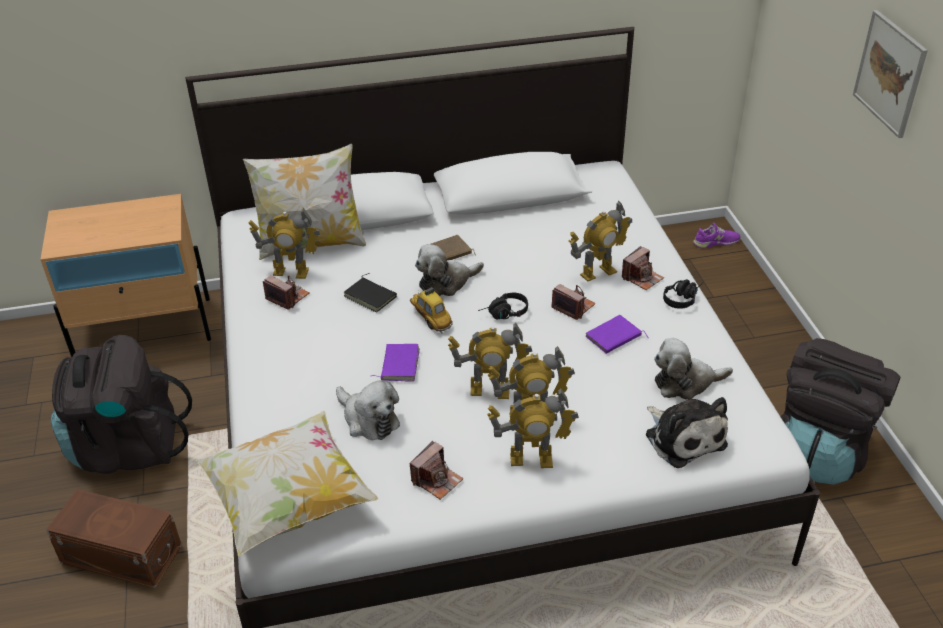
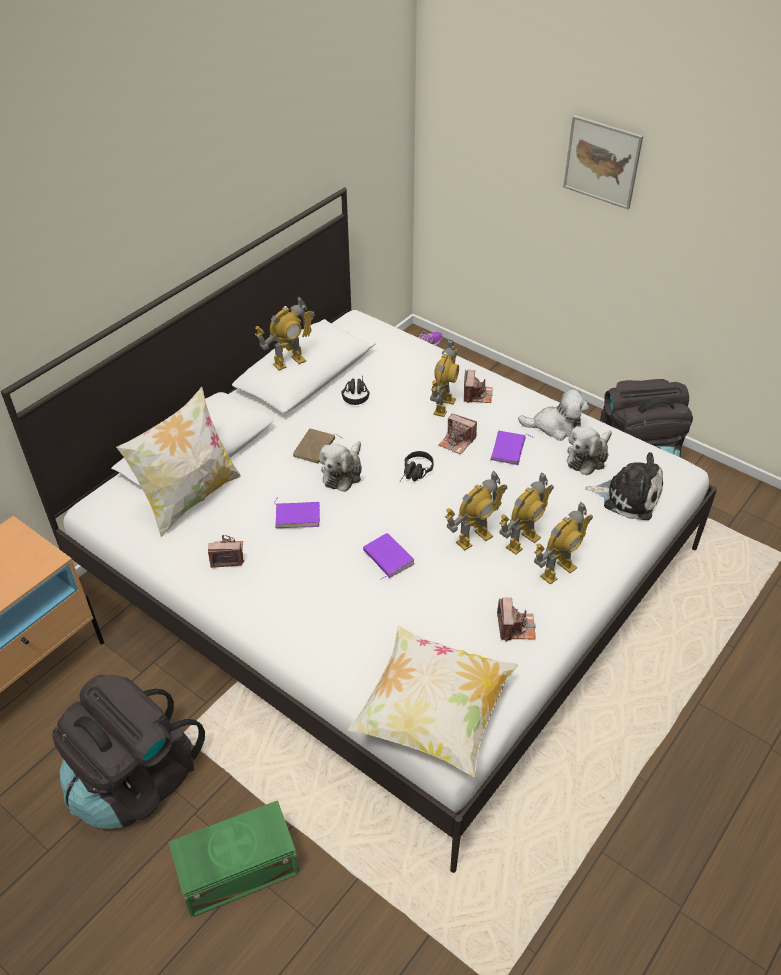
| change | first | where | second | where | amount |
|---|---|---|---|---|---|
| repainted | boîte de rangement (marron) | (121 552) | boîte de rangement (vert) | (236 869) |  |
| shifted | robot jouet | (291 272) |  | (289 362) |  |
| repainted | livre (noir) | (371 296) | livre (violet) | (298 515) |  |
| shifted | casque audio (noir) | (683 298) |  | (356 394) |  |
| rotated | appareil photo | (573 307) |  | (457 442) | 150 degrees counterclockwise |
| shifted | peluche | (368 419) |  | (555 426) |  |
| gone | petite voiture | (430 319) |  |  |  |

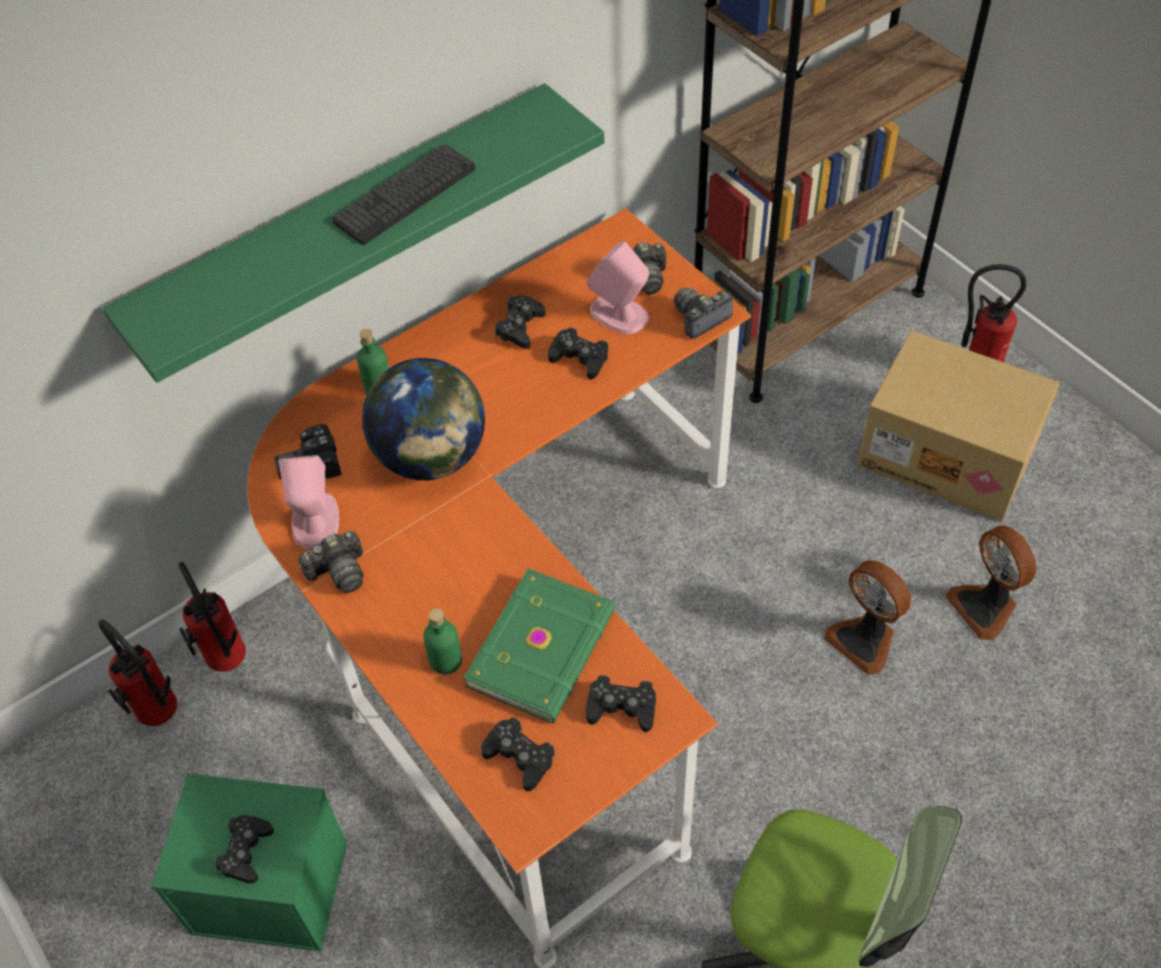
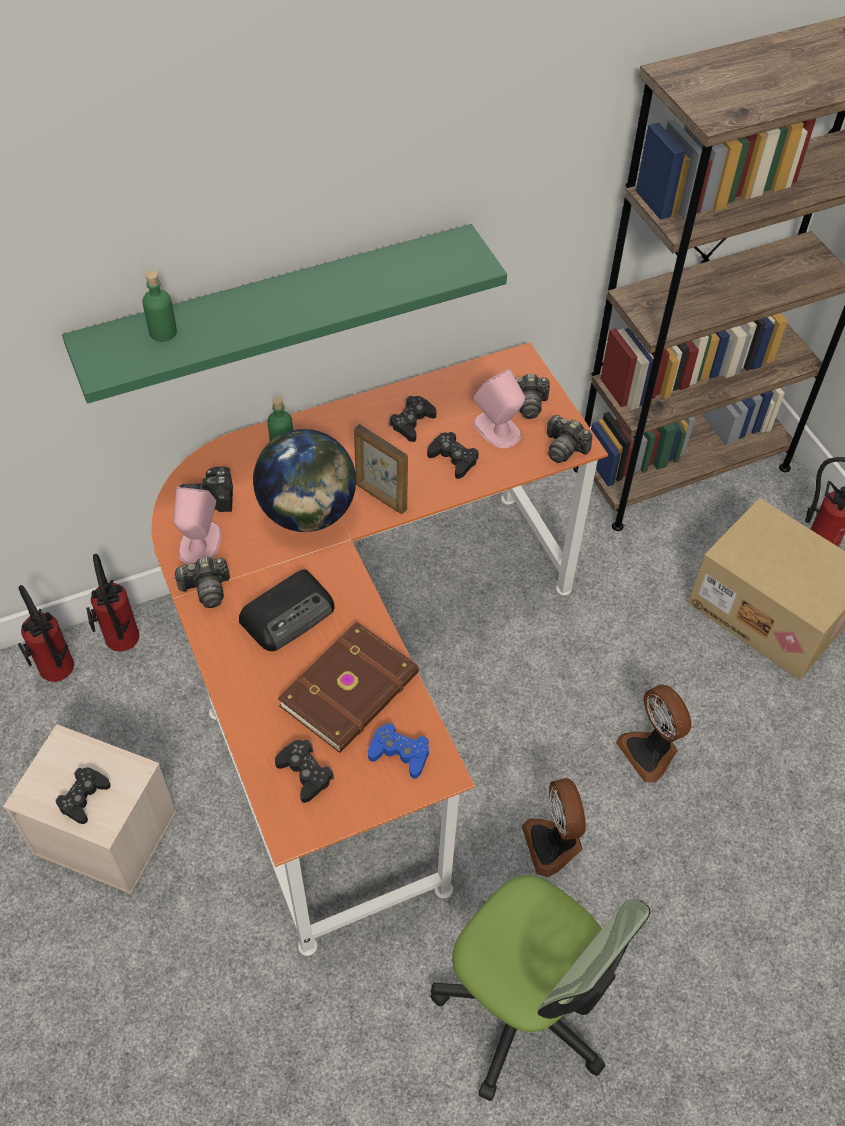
| change | first | where | second | where | amount |
|---|---|---|---|---|---|
| repainted | boîte de rangement (vert) | (272 885) | boîte de rangement (beige) | (107 832) |  |
| shifted | bouteille (vert) | (446 660) |  | (163 332) |  |
| new |  |  | radio | (289 614) |  |
| repainted | livre (vert) | (544 649) | livre (marron) | (351 690) |  |
| new |  |  | cadre photo | (380 497) |  |
| repainted | manette (noir) | (621 707) | manette (bleu) | (399 753) |  |
| shifted | ventilateur | (985 606) |  | (554 844) |  |
| rotated | appareil photo | (701 318) |  | (564 448) | 120 degrees counterclockwise |
| gone | clavier | (405 195) |  |  |  |

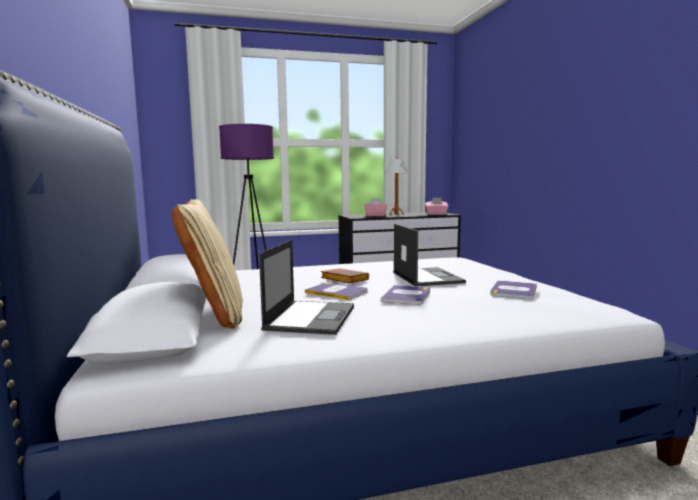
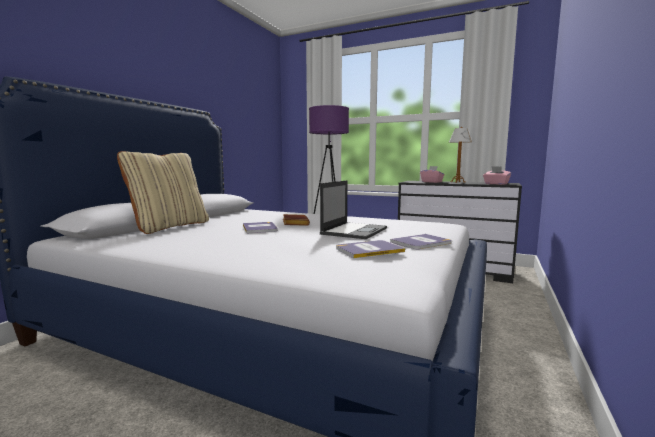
| change | first | where | second | where | amount |
|---|---|---|---|---|---|
| shifted | livre | (406 296) |  | (421 242) |  |
| gone | ordinateur portable | (311 317) |  |  |  |

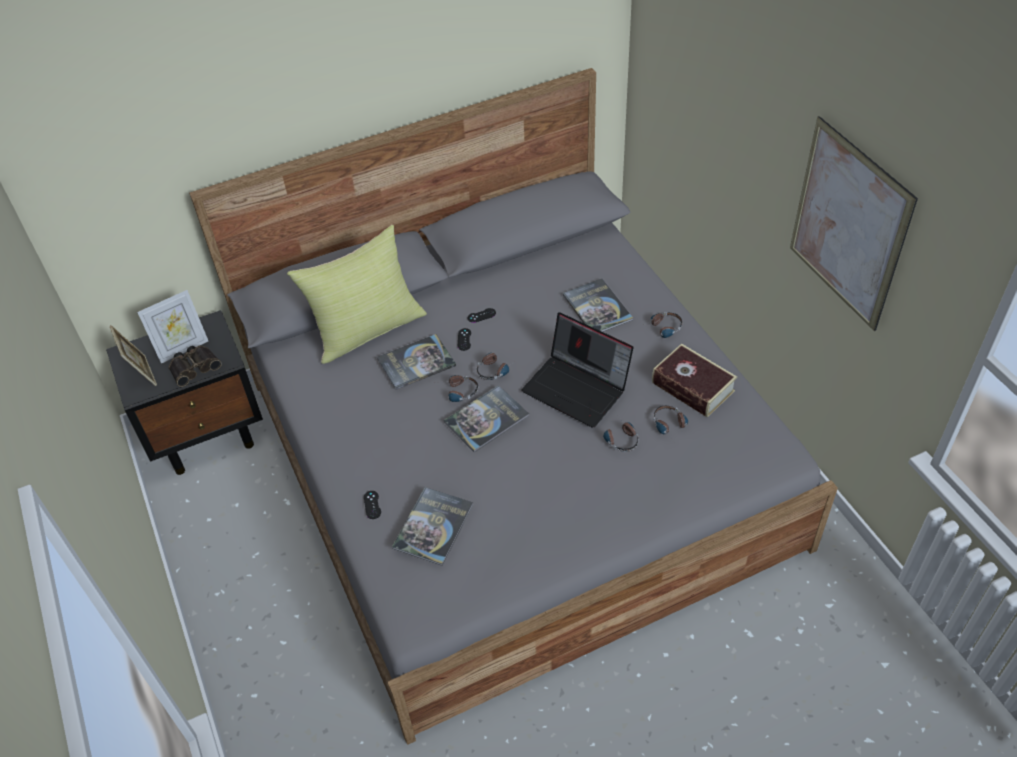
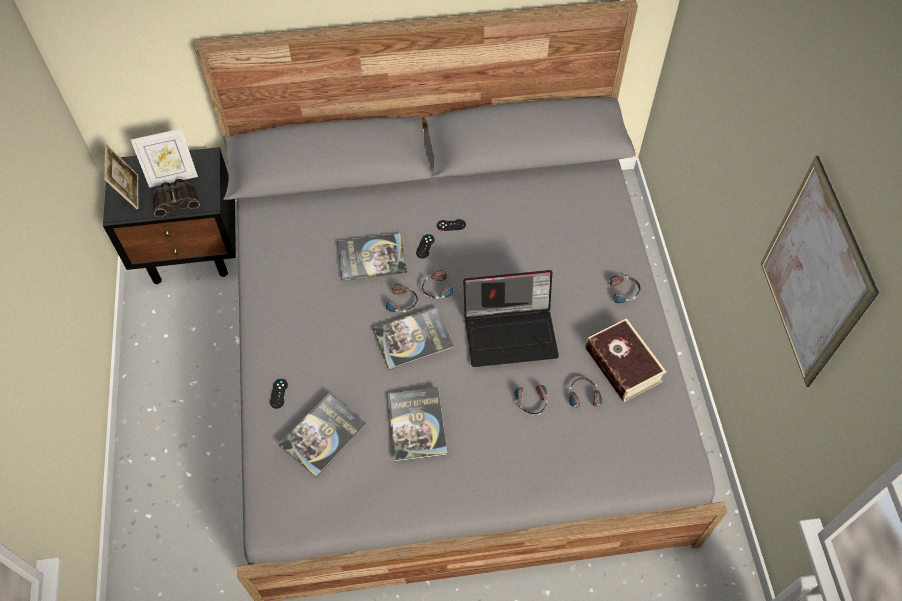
| change | first | where | second | where | amount |
|---|---|---|---|---|---|
| shifted | livre | (597 307) |  | (417 424) |  |
| rotated | ordinateur portable | (578 388) |  | (511 332) | 60 degrees counterclockwise |
| gone | coussin (jaune) | (367 330) |  |  |  |

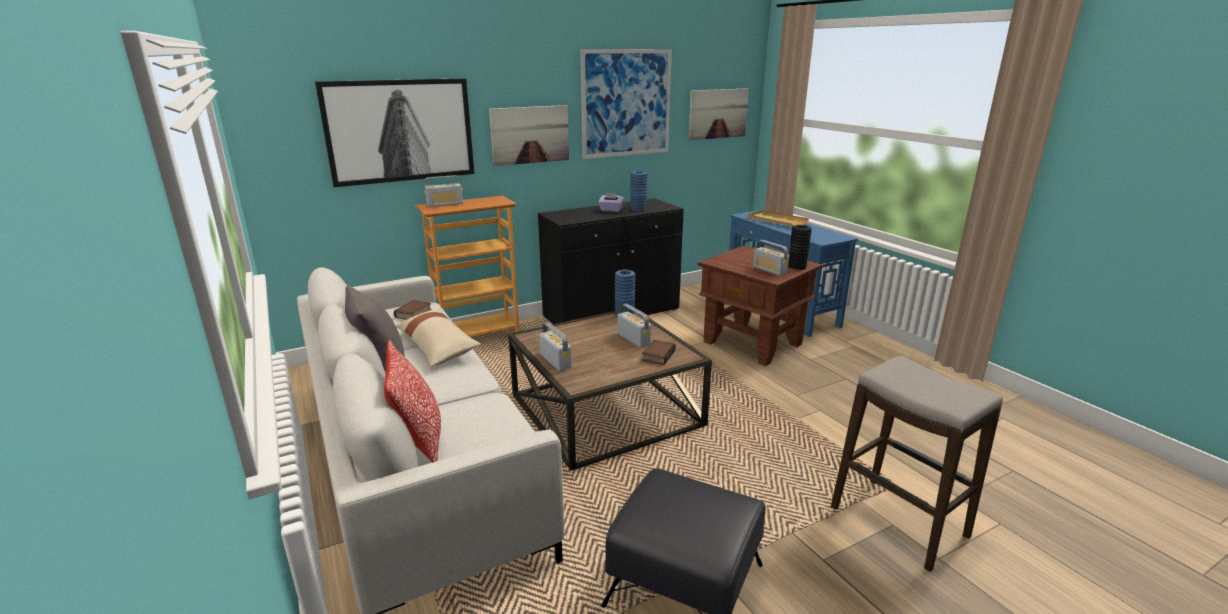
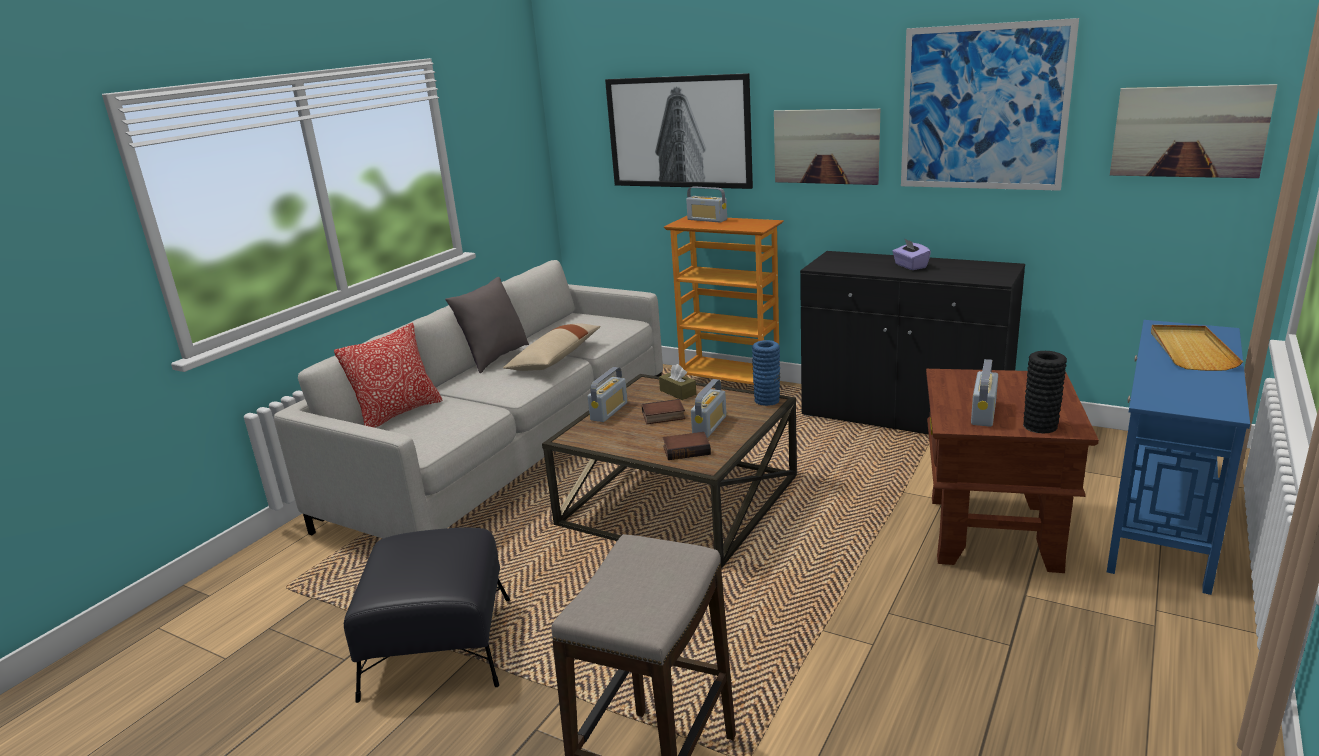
| change | first | where | second | where | amount |
|---|---|---|---|---|---|
| shifted | livre | (414 314) |  | (663 416) |  |
| new |  |  | boîte à mouchoirs (marron) | (678 392) |  |
| gone | vase (bleu) | (638 209) |  |  |  |

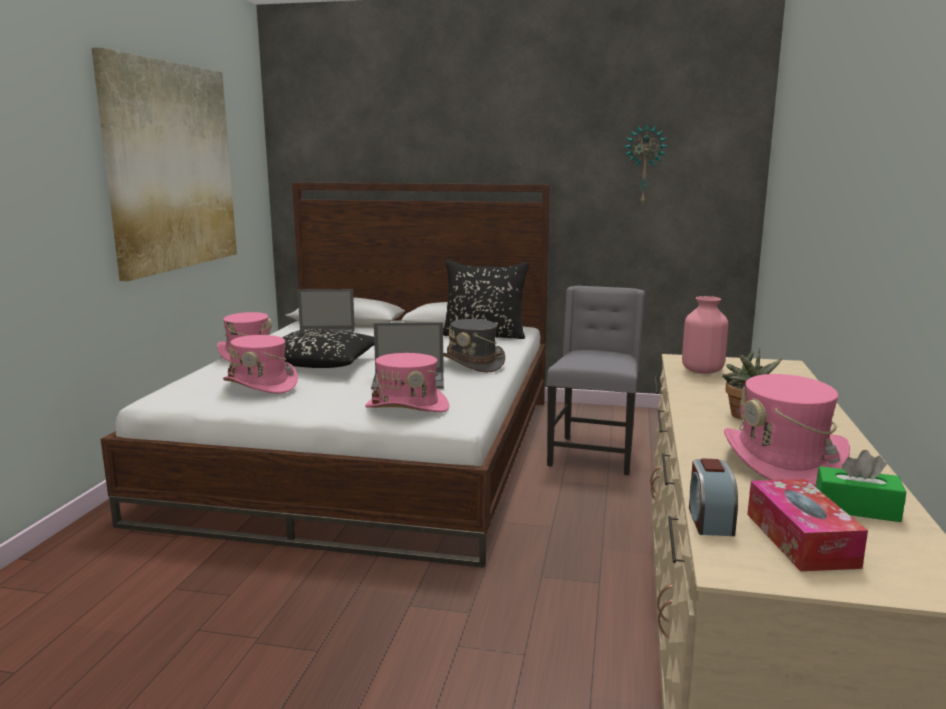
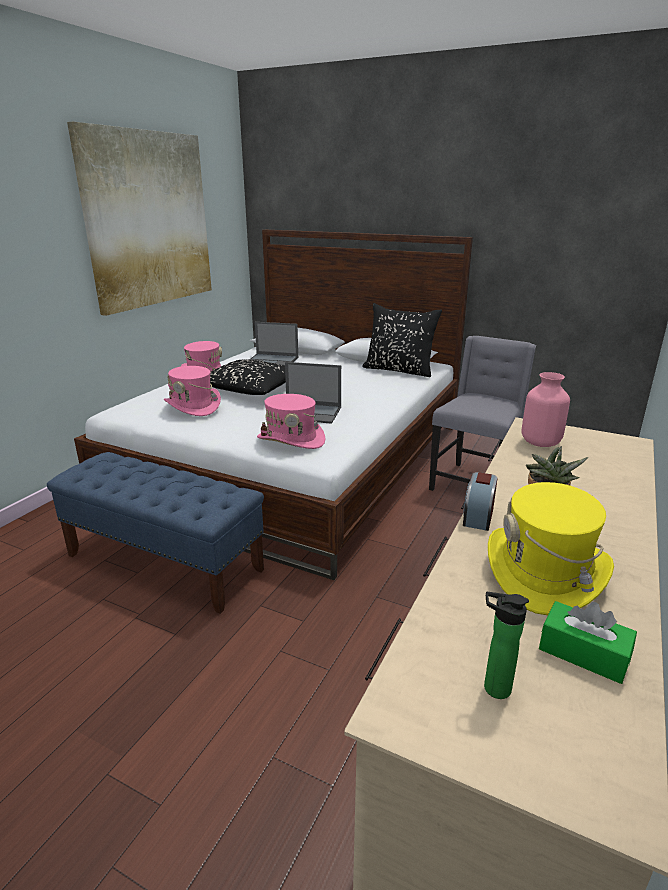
| change | first | where | second | where | amount |
|---|---|---|---|---|---|
| new |  |  | banc (bleu) | (165 562) |  |
| shifted | réveil | (709 520) |  | (478 516) |  |
| swapped | boîte à mouchoirs | (800 539) | bouteille | (492 688) |  |
| repainted | chapeau (rose) | (783 461) | chapeau (jaune) | (545 573) |  |
| gone | chapeau (gris) | (473 364) |  |  |  |
| gone | horloge murale | (644 164) |  |  |  |

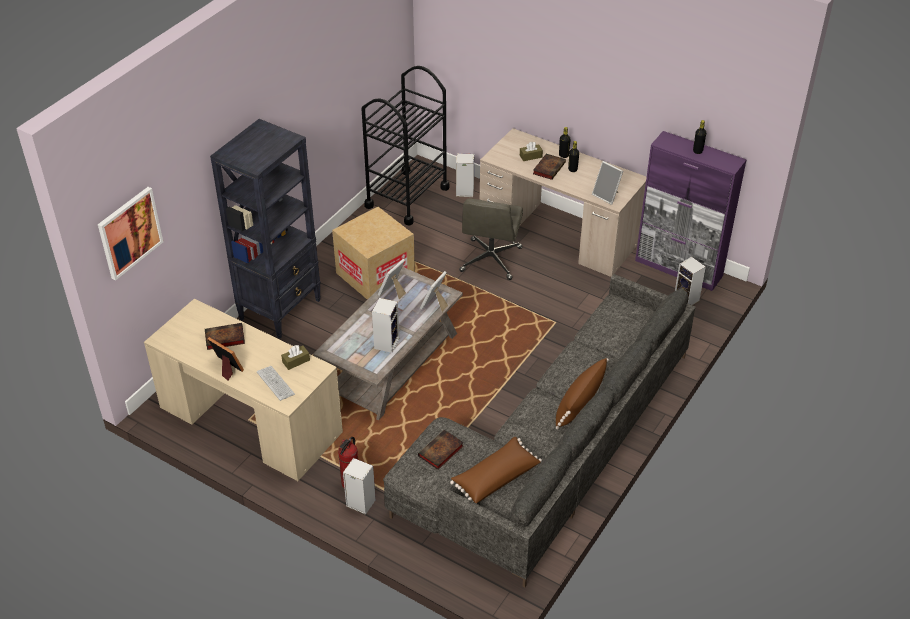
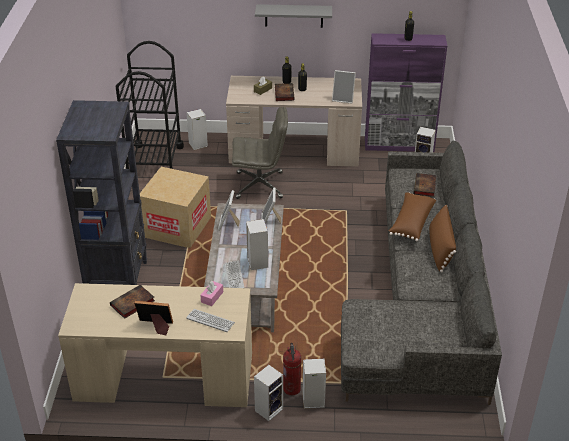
| change | first | where | second | where | amount |
|---|---|---|---|---|---|
| repainted | boîte à mouchoirs (marron) | (296 361) | boîte à mouchoirs (rose) | (212 297) |  |
| new |  |  | clavier | (234 276) |  |
| rotated | chaise de bureau (gris) | (491 260) |  | (260 185) | 75 degrees counterclockwise |
| new |  |  | enceinte | (269 409) |  |
| new |  |  | étagère (gris) | (294 15) |  |
| shifted | coussin (marron) | (495 477) |  | (411 222) |  |
| shifted | livre | (440 452) |  | (425 187) |  |
| gone | tableau | (129 232) |  |  |  |

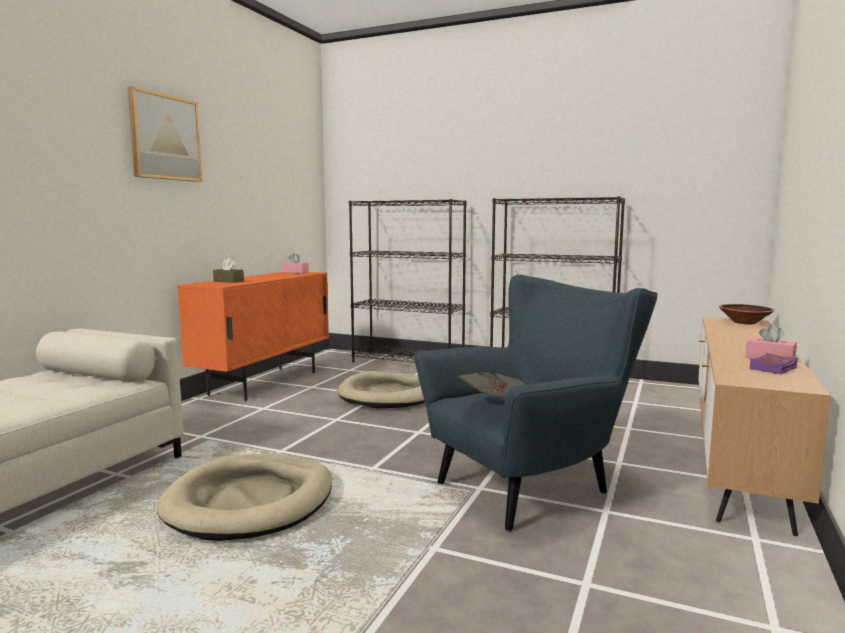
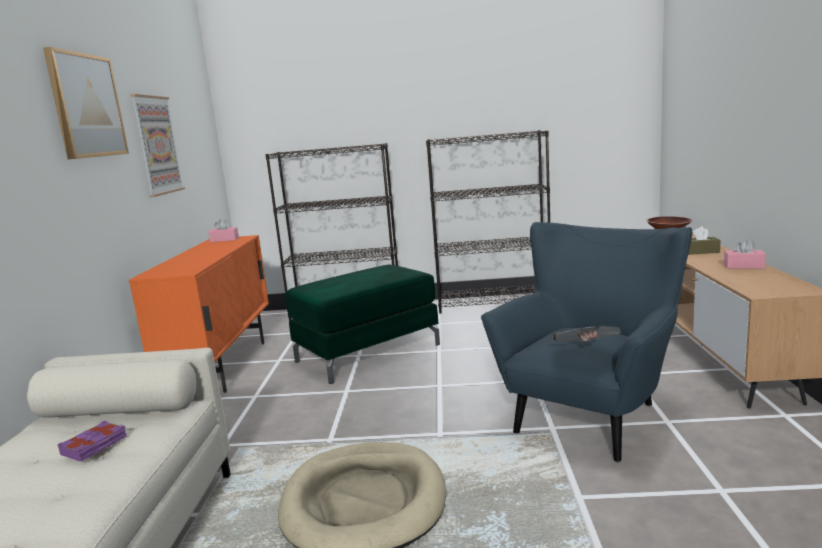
| change | first | where | second | where | amount |
|---|---|---|---|---|---|
| shifted | livre (violet) | (774 368) |  | (95 446) |  |
| new |  |  | tableau | (157 145) |  |
| swapped | panier pour chien (beige) | (389 395) | pouf (vert) | (368 352) |  |
| shifted | boîte à mouchoirs (marron) | (228 281) |  | (701 252) |  |

